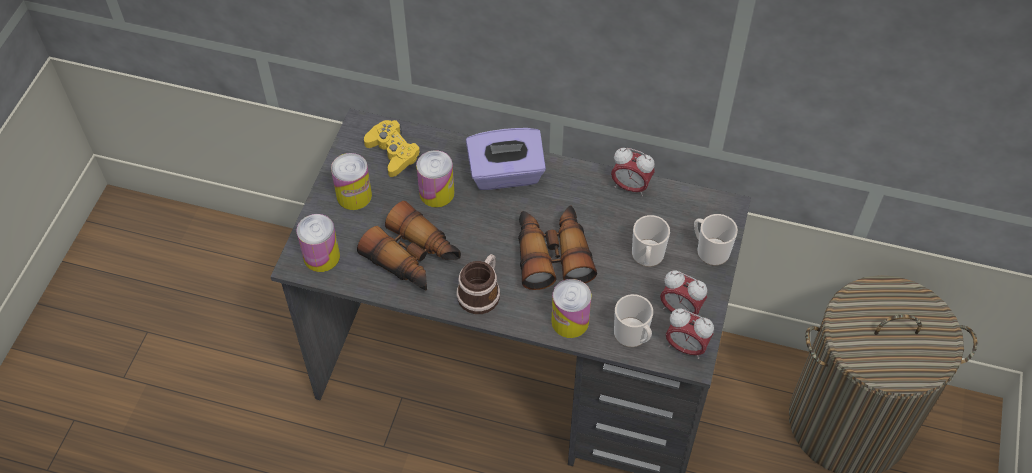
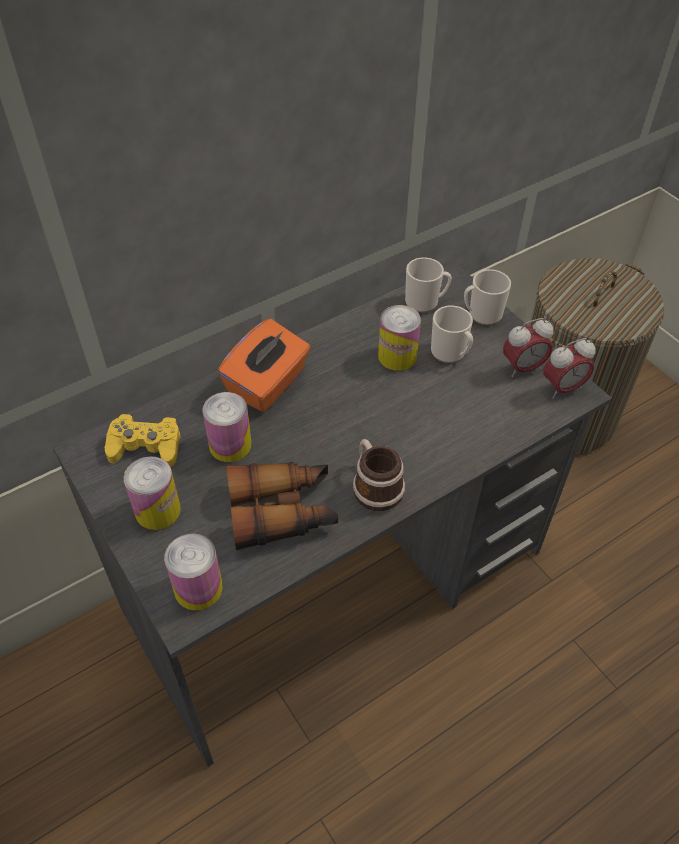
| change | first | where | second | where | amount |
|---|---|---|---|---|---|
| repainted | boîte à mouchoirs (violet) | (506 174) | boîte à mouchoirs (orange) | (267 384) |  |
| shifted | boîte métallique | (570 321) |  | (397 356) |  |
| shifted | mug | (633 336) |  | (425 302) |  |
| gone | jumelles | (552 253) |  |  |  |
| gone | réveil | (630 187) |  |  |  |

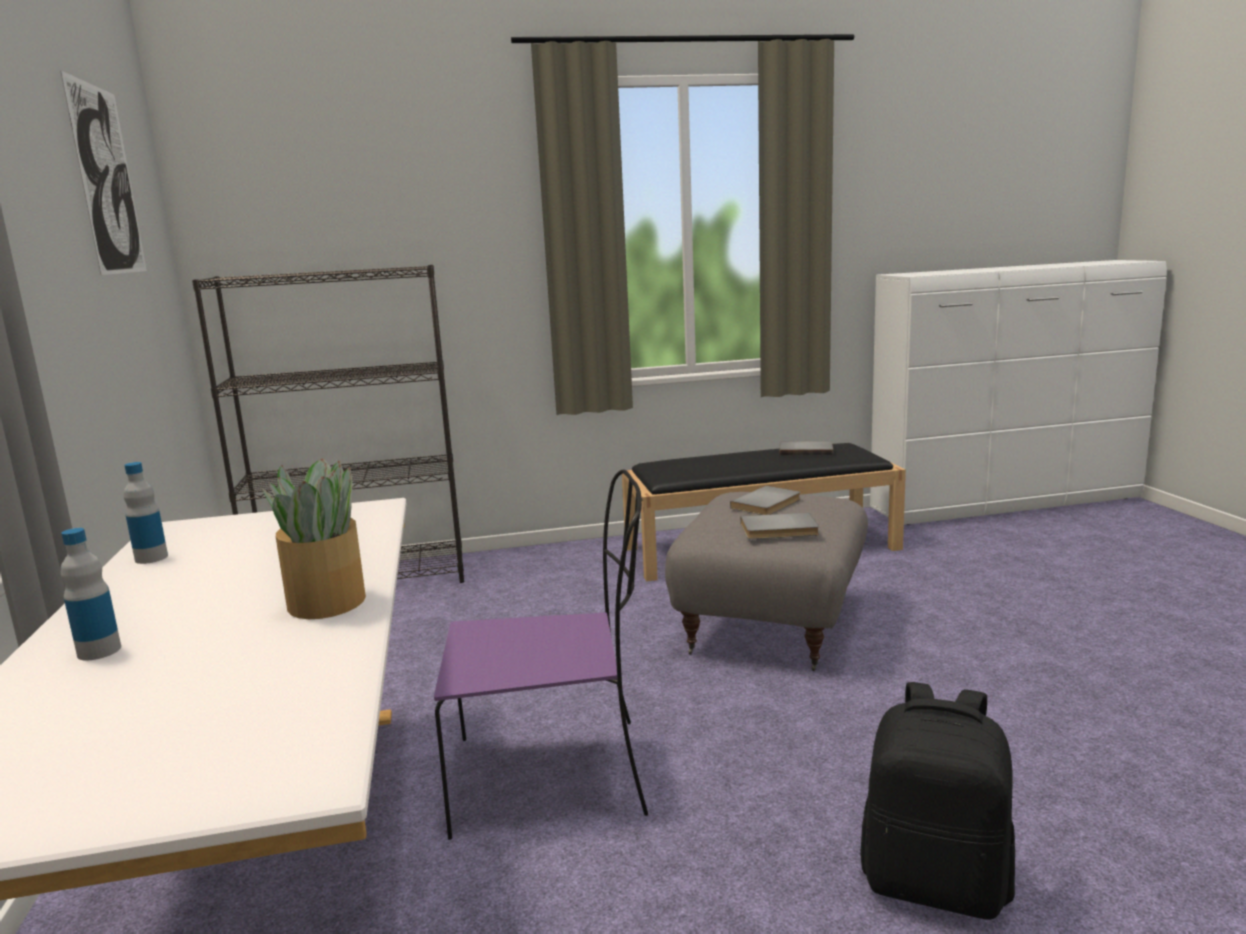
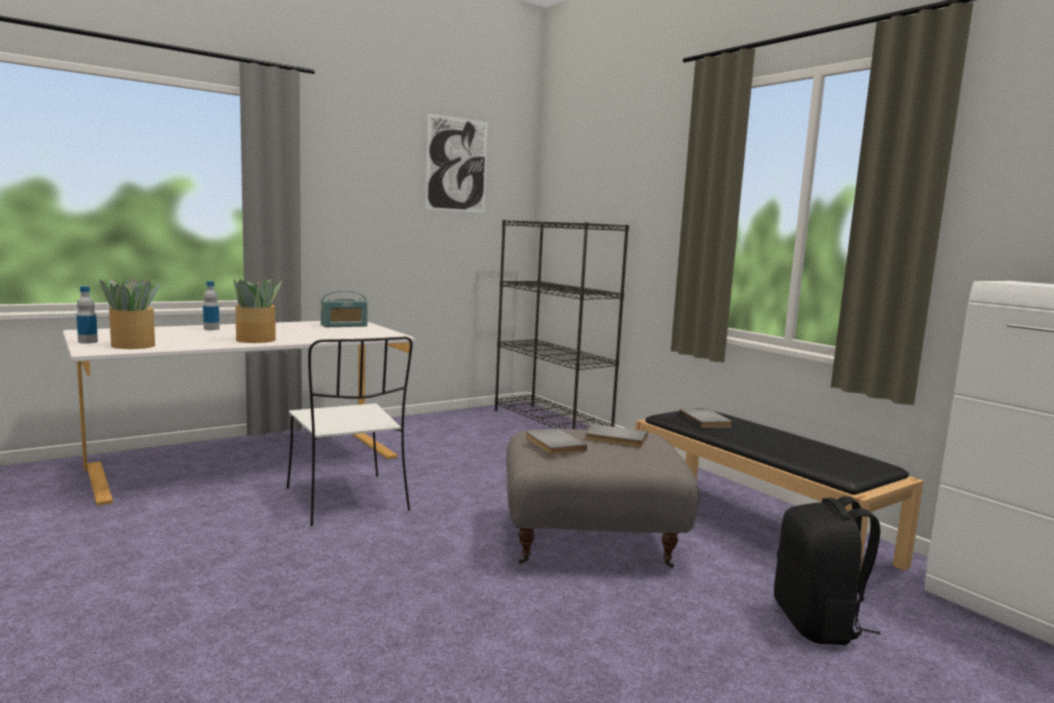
| change | first | where | second | where | amount |
|---|---|---|---|---|---|
| shifted | bouteille | (151 558) |  | (88 342) |  |
| new |  |  | plante en pot | (132 345) |  |
| repainted | chaise (violet) | (554 775) | chaise (blanc) | (348 501) |  |
| new |  |  | radio | (344 325) |  |
| shifted | livre (gris) | (805 451) |  | (706 420) |  |
| shifted | sac à dos (noir) | (935 882) |  | (818 624) |  |

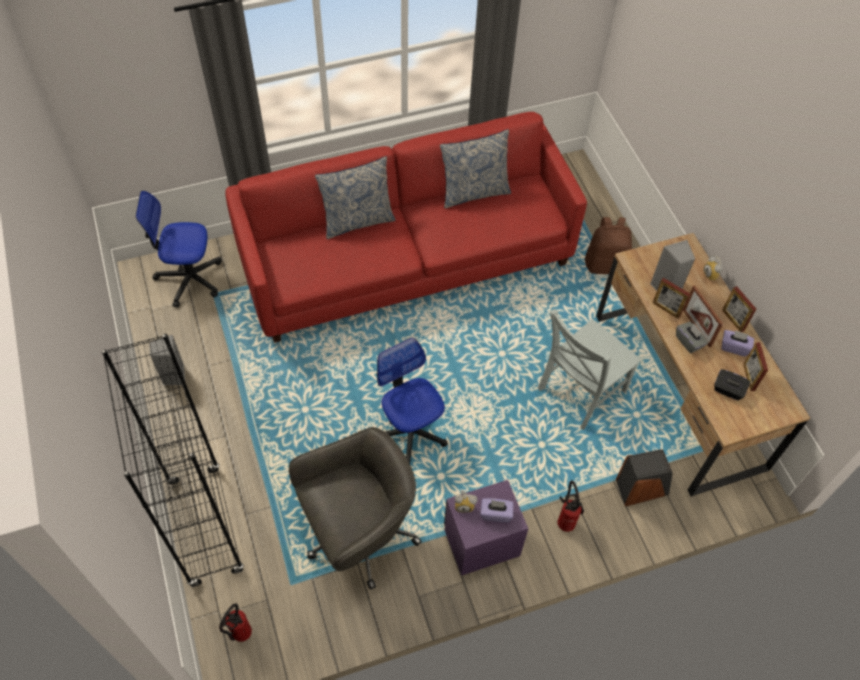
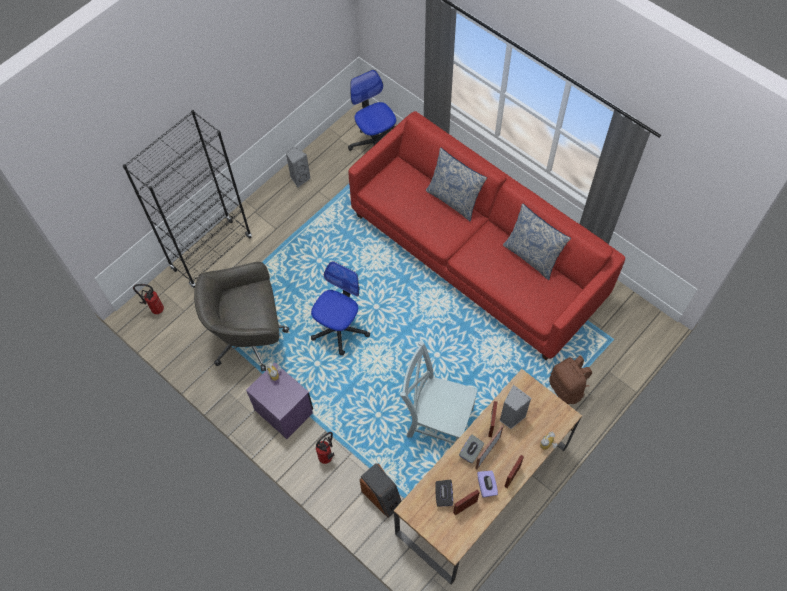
| change | first | where | second | where | amount |
|---|---|---|---|---|---|
| rotated | chaise de bureau (gris) | (358 534) |  | (250 337) | 135 degrees clockwise |
| gone | boîte à mouchoirs (violet) | (496 513) |  |  |  |

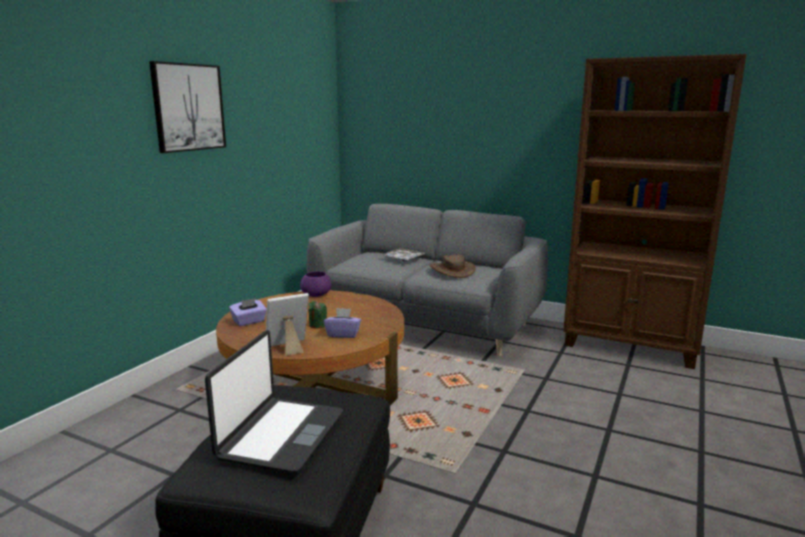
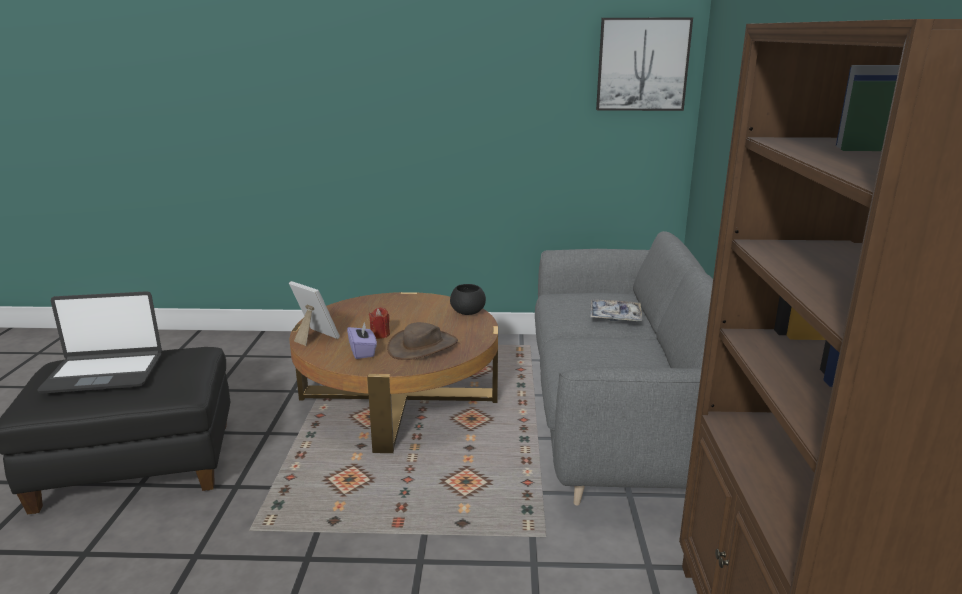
| change | first | where | second | where | amount |
|---|---|---|---|---|---|
| repainted | bougie (vert) | (318 325) | bougie (rouge) | (380 334) |  |
| shifted | chapeau (marron) | (452 270) |  | (423 346) |  |
| repainted | bol (violet) | (316 295) | bol (noir) | (467 312) |  |
| shifted | tableau | (188 107) |  | (642 64) |  |
| gone | boîte à mouchoirs (violet) | (249 322) |  |  |  |

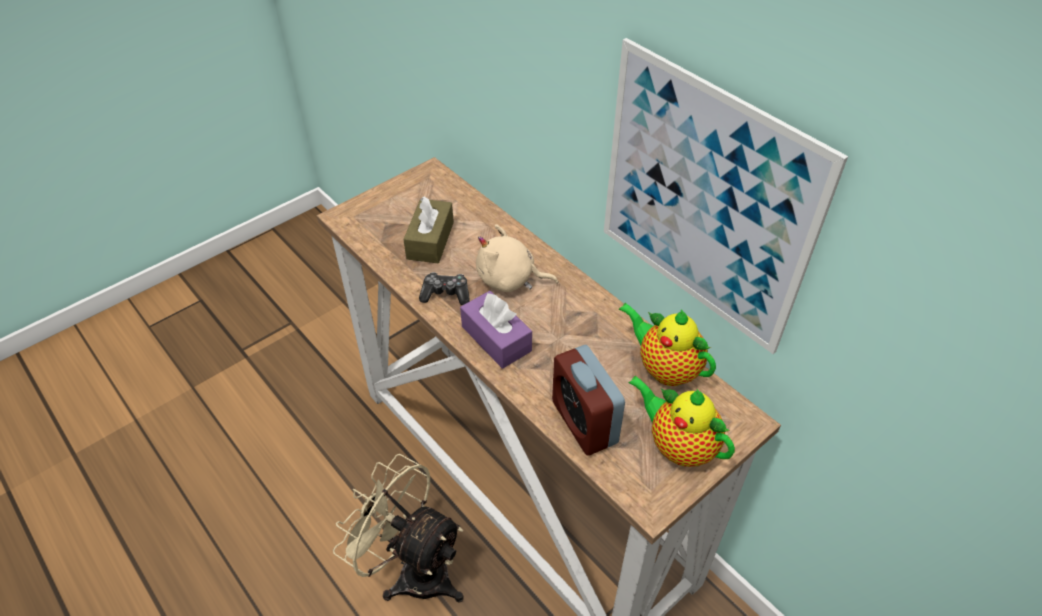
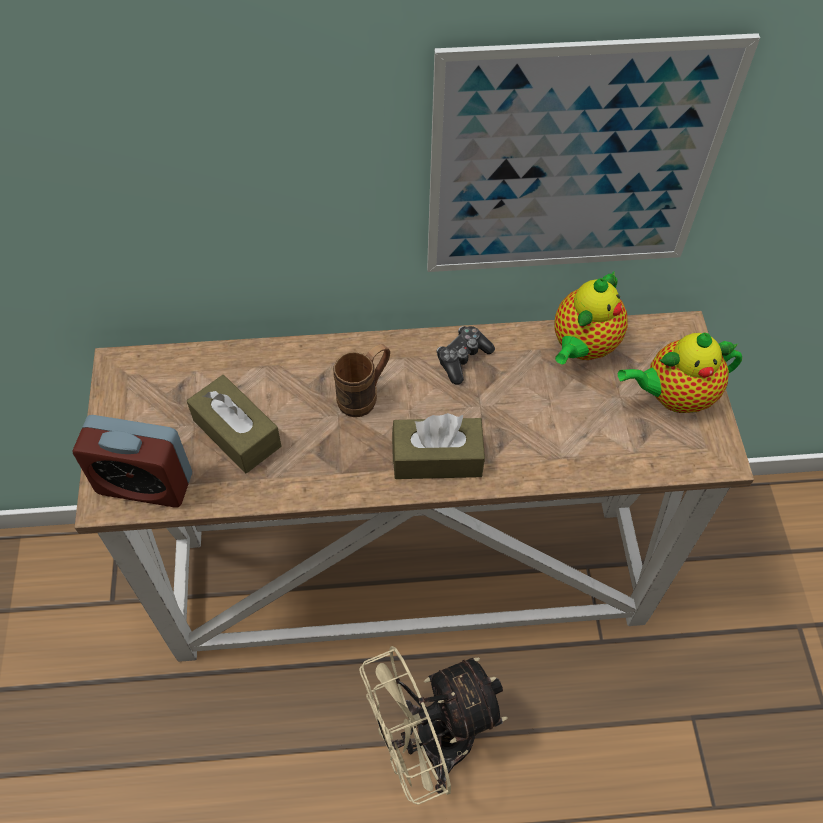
| change | first | where | second | where | amount |
|---|---|---|---|---|---|
| shifted | réveil | (584 422) |  | (145 484) |  |
| swapped | peluche (beige) | (510 279) | mug (marron) | (365 396) |  |
| repainted | boîte à mouchoirs (violet) | (496 338) | boîte à mouchoirs (marron) | (437 458) |  |
| shifted | manette | (446 294) |  | (462 358) |  |
| rotated | théière | (665 368) |  | (582 347) | 45 degrees counterclockwise |

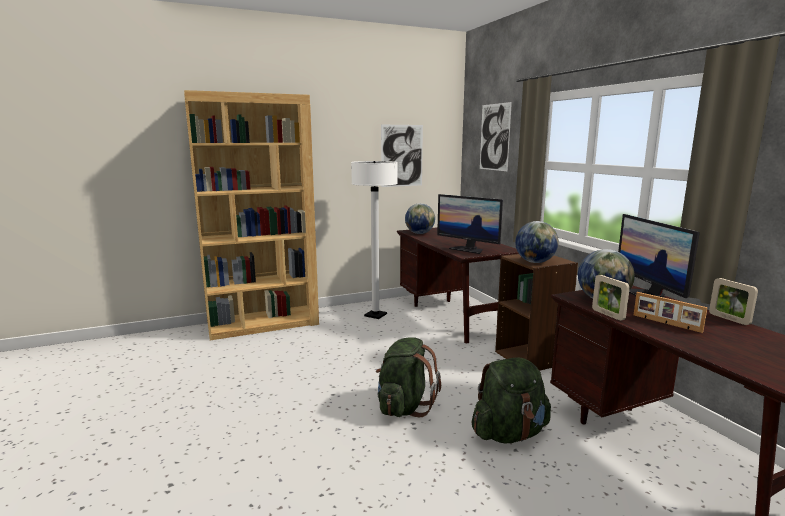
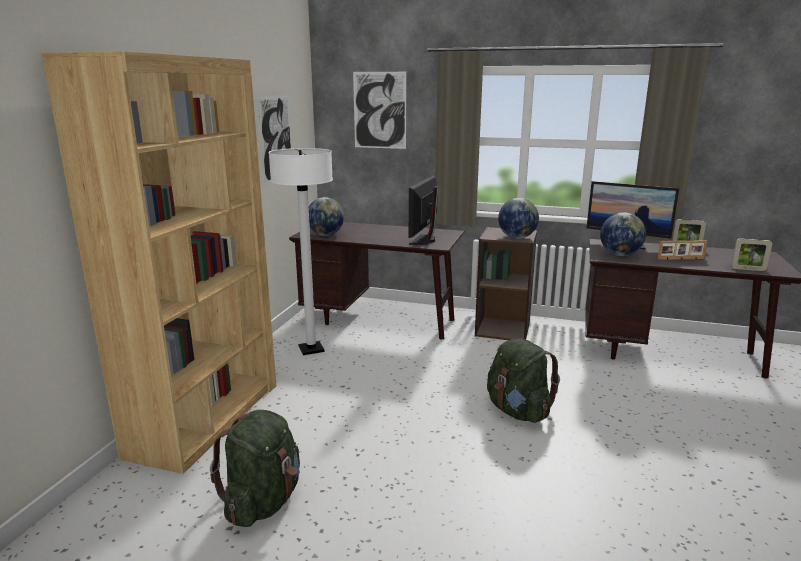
| change | first | where | second | where | amount |
|---|---|---|---|---|---|
| shifted | sac à dos (vert) | (509 433) |  | (263 502) |  |
| rotated | écran d'ordinateur | (468 249) |  | (424 240) | 120 degrees clockwise |
| shifted | cadre photo | (608 315) |  | (748 269) |  |

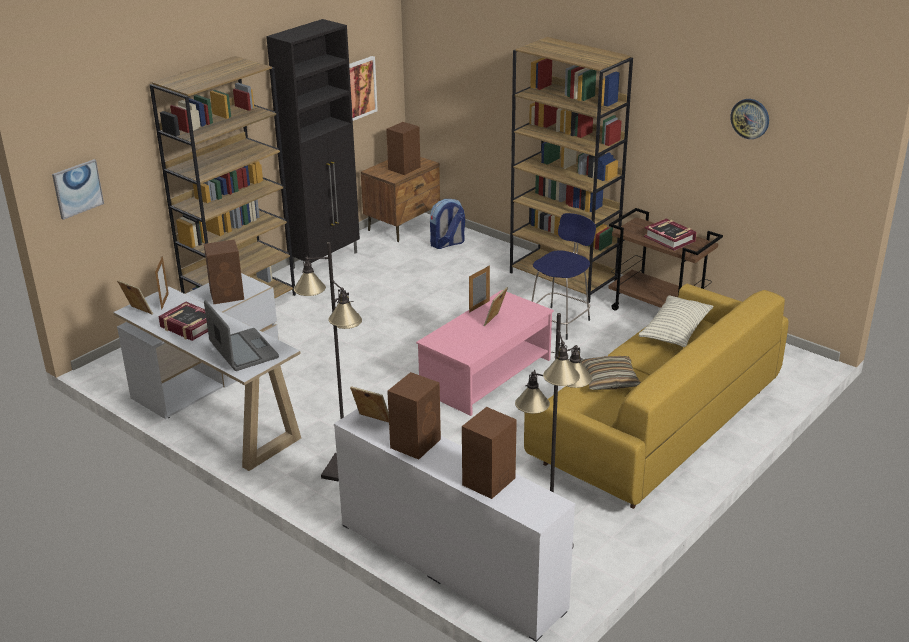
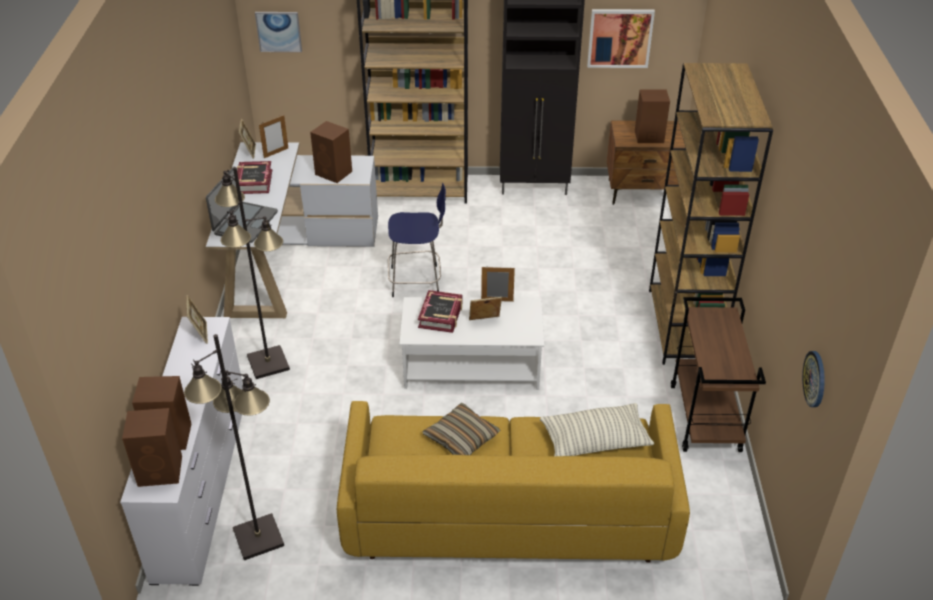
| change | first | where | second | where | amount |
|---|---|---|---|---|---|
| shifted | enceinte (marron) | (416 443) |  | (161 471) |  |
| shifted | tabouret (bleu) | (560 322) |  | (417 281) |  |
| repainted | table basse (rose) | (485 375) | table basse (blanc) | (471 365) |  |
| shifted | livre | (670 239) |  | (441 315) |  |
| shifted | horloge murale | (750 118) |  | (815 379) |  |
| gone | sac à dos | (447 244) |  |  |  |

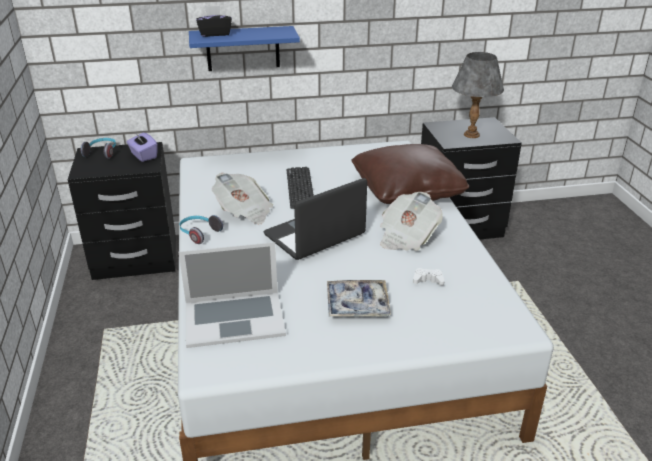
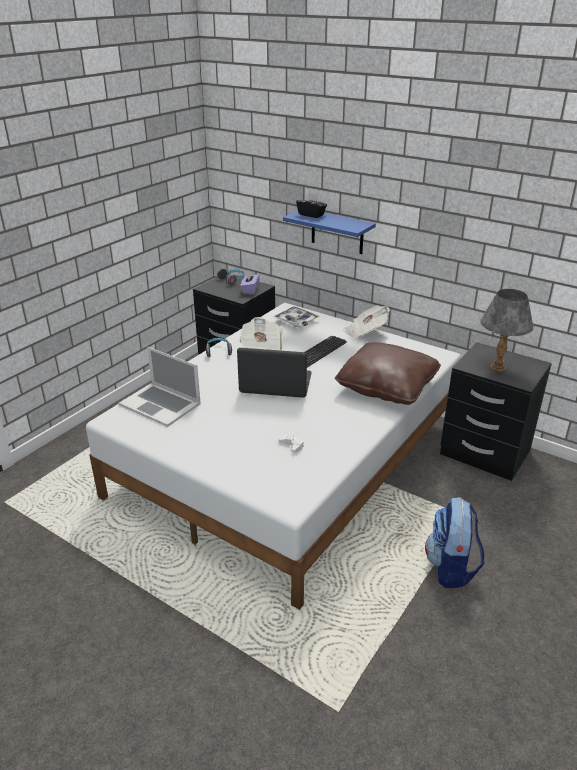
| change | first | where | second | where | amount |
|---|---|---|---|---|---|
| shifted | plateau | (357 304) |  | (296 321) |  |
| shifted | journal | (406 237) |  | (365 332) |  |
| new |  |  | sac à dos | (451 568) |  |

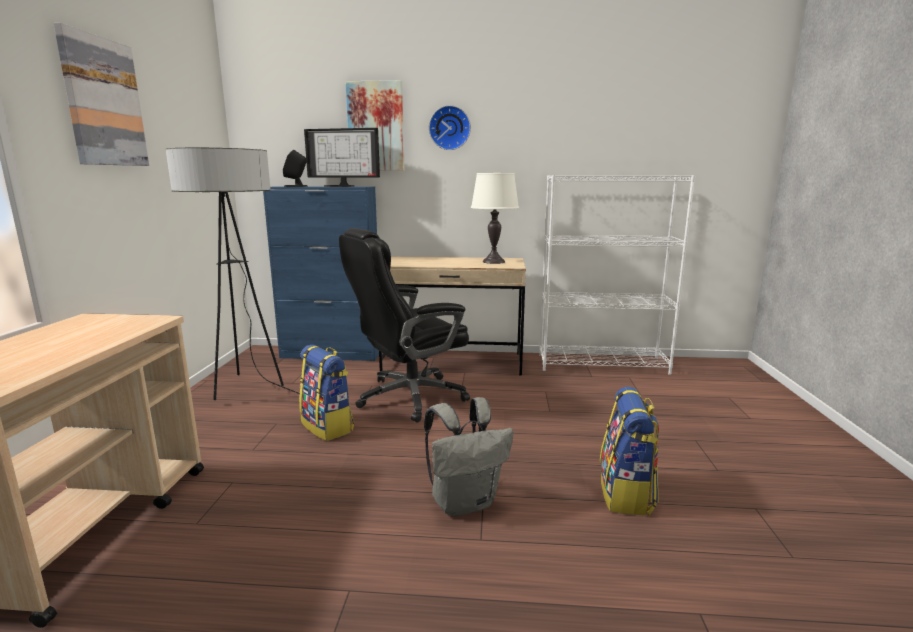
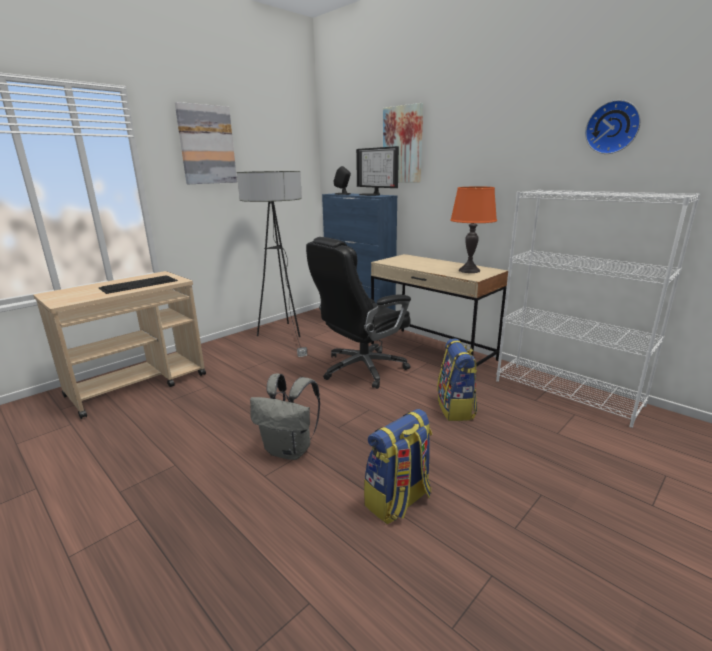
| change | first | where | second | where | amount |
|---|---|---|---|---|---|
| new |  |  | clavier | (139 284) |  |
| rotated | chaise de bureau (noir) | (409 397) |  | (361 369) | 45 degrees counterclockwise |
| shifted | sac à dos | (328 427) |  | (456 409) |  |
| repainted | lampe de table (blanc) | (493 261) | lampe de table (orange) | (469 270) |  |
| shifted | horloge murale | (449 128) |  | (613 127) |  |

